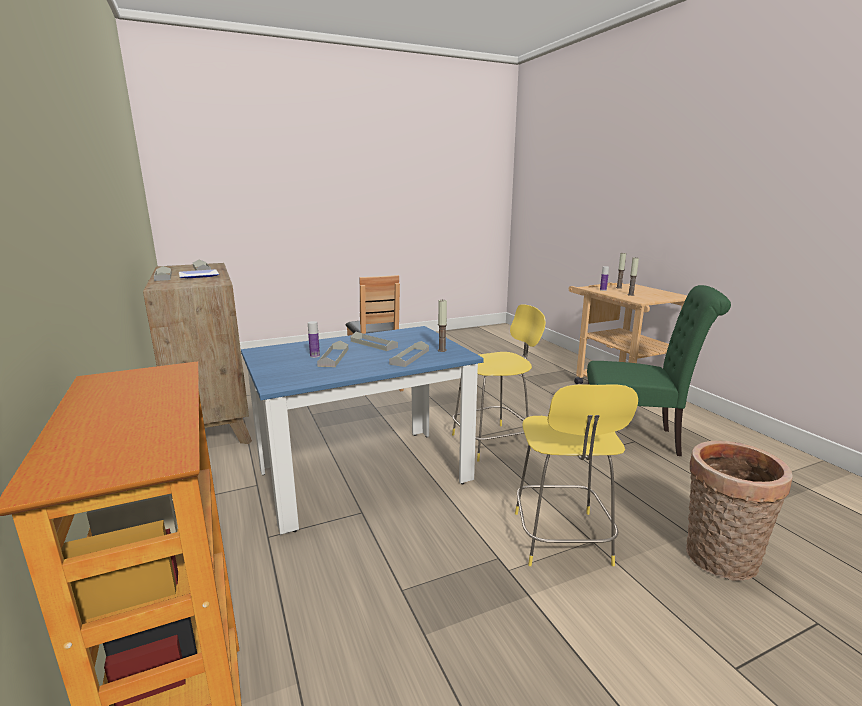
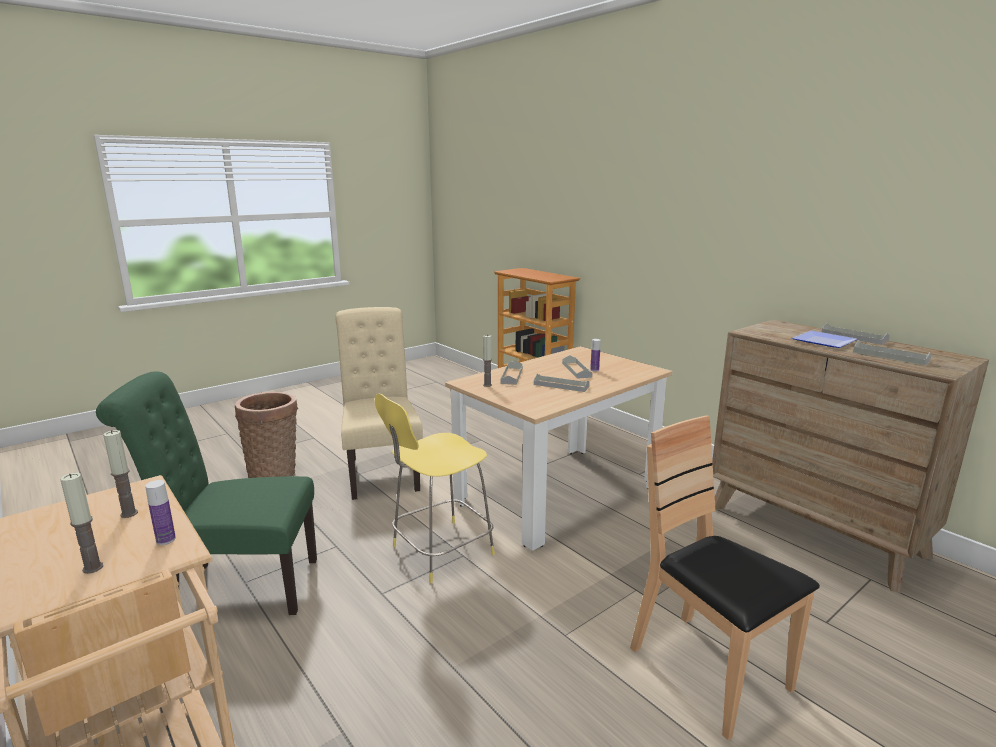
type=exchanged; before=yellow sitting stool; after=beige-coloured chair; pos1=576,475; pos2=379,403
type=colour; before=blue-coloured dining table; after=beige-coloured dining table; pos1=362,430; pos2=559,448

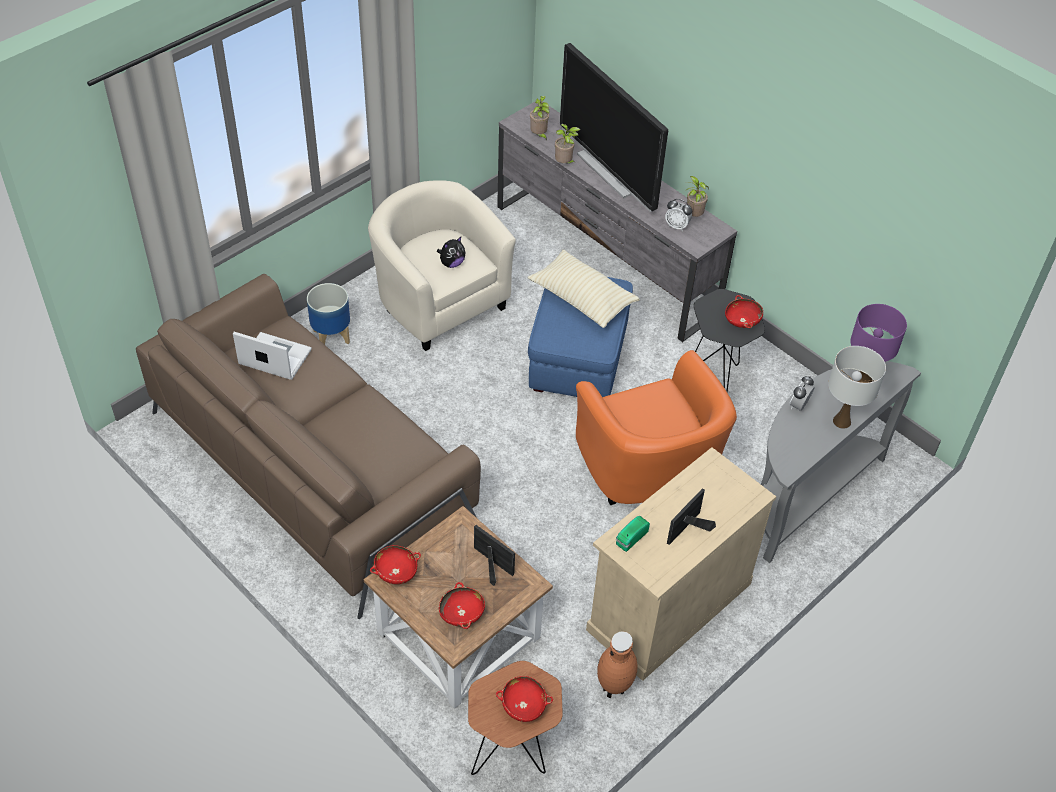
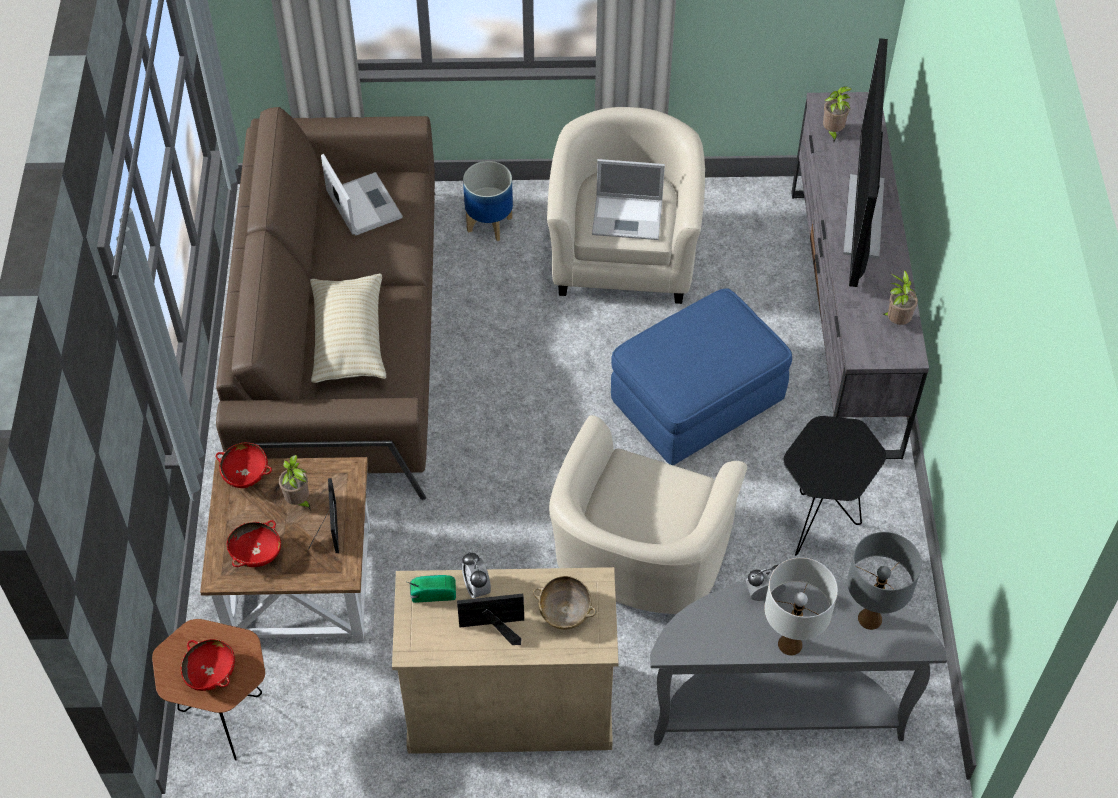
type=relocated; before=houseplant; pos1=567,143; pos2=295,483
type=relocated; before=beige-coloured pillow; pos1=583,289; pos2=348,328
type=relocated; before=alarm clock; pos1=678,215; pos2=476,575
type=appeared; after=beige-coloured bowl; pos2=565,603
type=colour; before=orange easy chair; after=beige-coloured easy chair; pos1=656,427; pos2=648,514
type=exchanged; before=cuddly toy; after=portable computer; pos1=451,252; pos2=628,199
type=colour; before=purple-coloured table lamp; after=greyish table lamp; pos1=878,343; pos2=884,581
type=missing; before=brownish flower vase; pos1=617,665
type=missing; before=reddish bowl; pos1=744,311

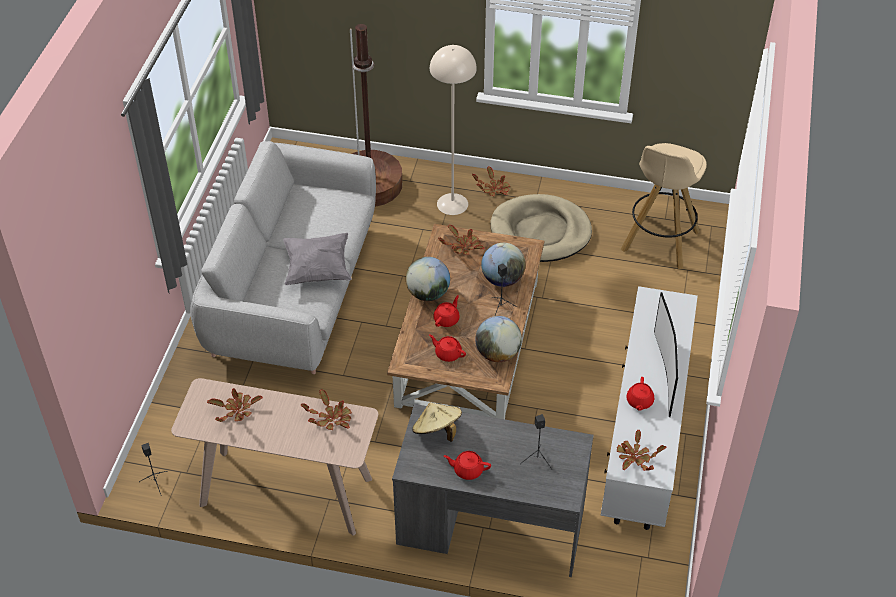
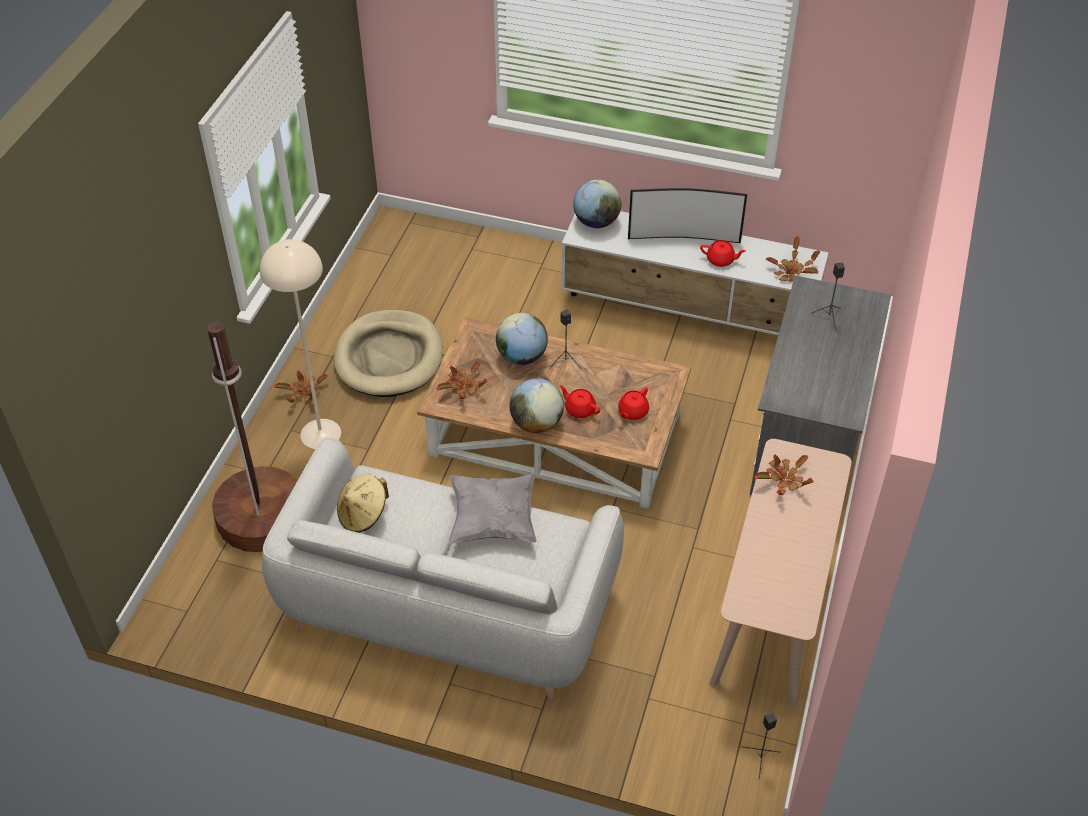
type=relocated; before=beige-coloured wearable hat; pos1=437,422; pos2=363,503
type=relocated; before=desk globe; pos1=498,339; pos2=597,204
type=missing; before=houseplant; pos1=235,405
type=missing; before=reddish teapot; pos1=467,465
type=missing; before=beige-coloured sitting stool; pos1=664,206

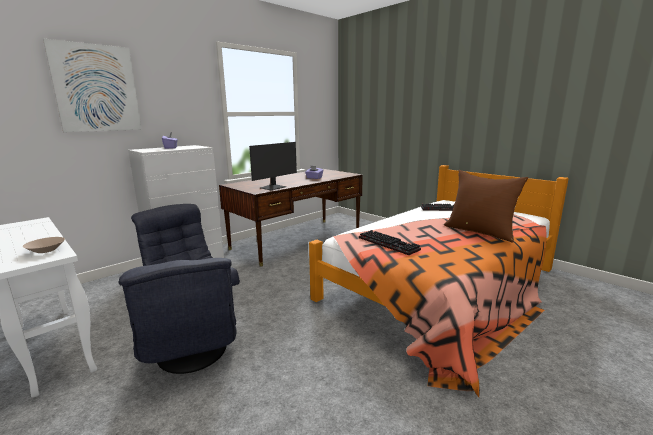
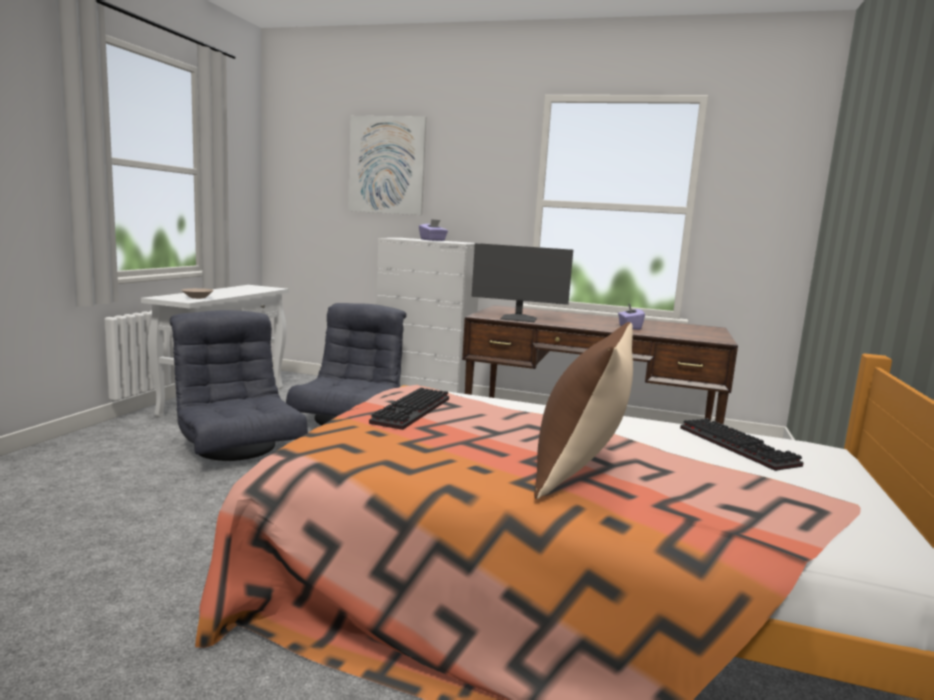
type=spun; before=greyish easy chair; pos1=178,316; pos2=239,385; turn=105

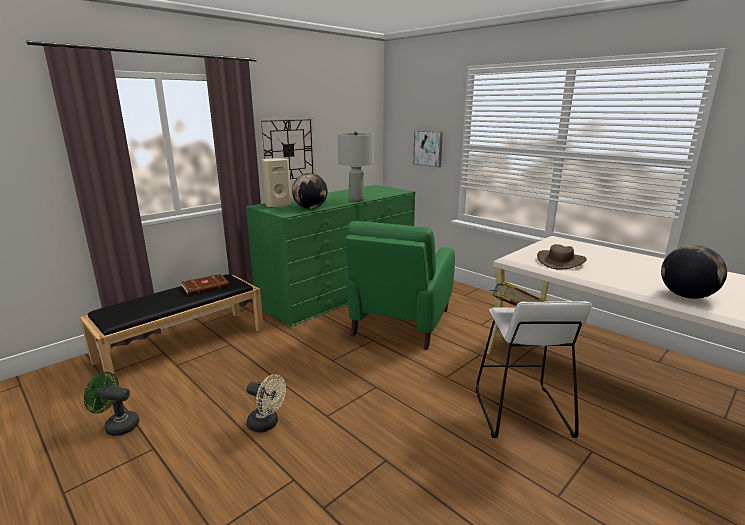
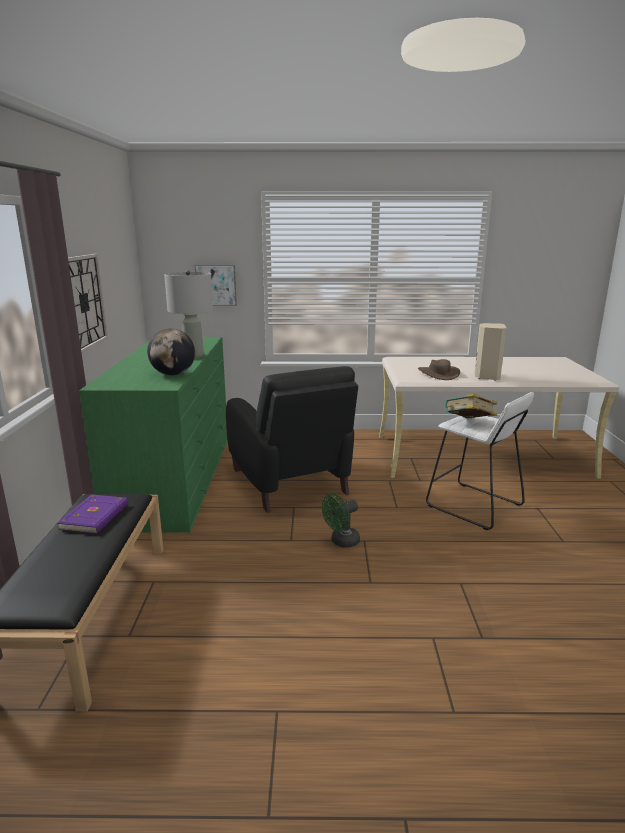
type=colour; before=brownish volume; after=purple-coloured volume; pos1=205,284; pos2=92,514
type=colour; before=greenish easy chair; after=blackish easy chair; pos1=400,285; pos2=292,439
type=relocated; before=greenish electric fan; pos1=112,404; pos2=341,521
type=relocated; before=beige-coloured audio speaker; pos1=276,183; pos2=490,352
type=missing; before=beige-coloured electric fan; pos1=266,403
type=missing; before=desk globe; pos1=694,272

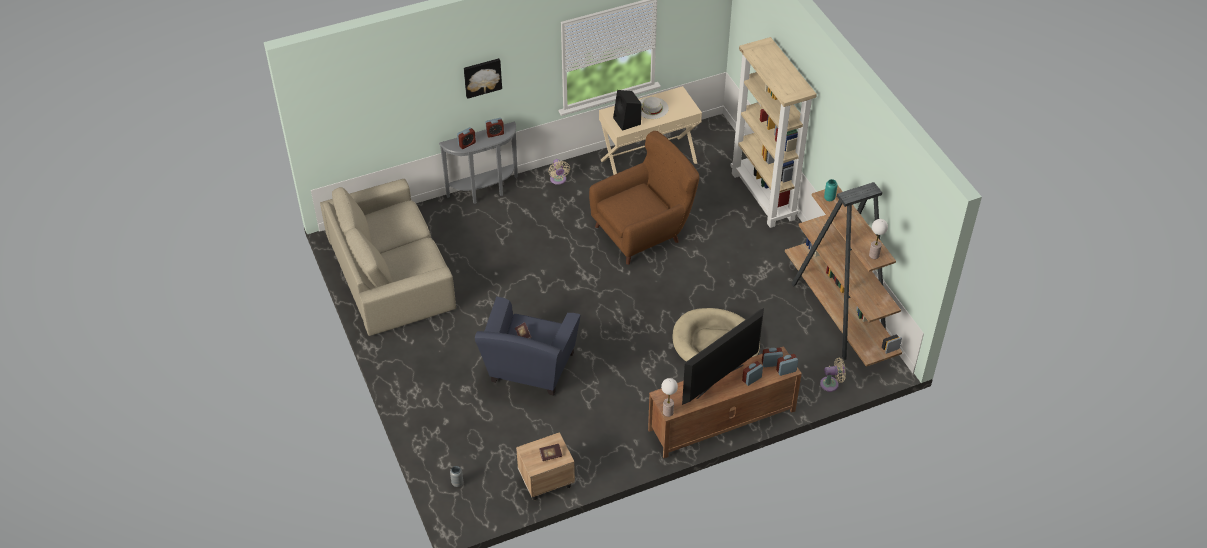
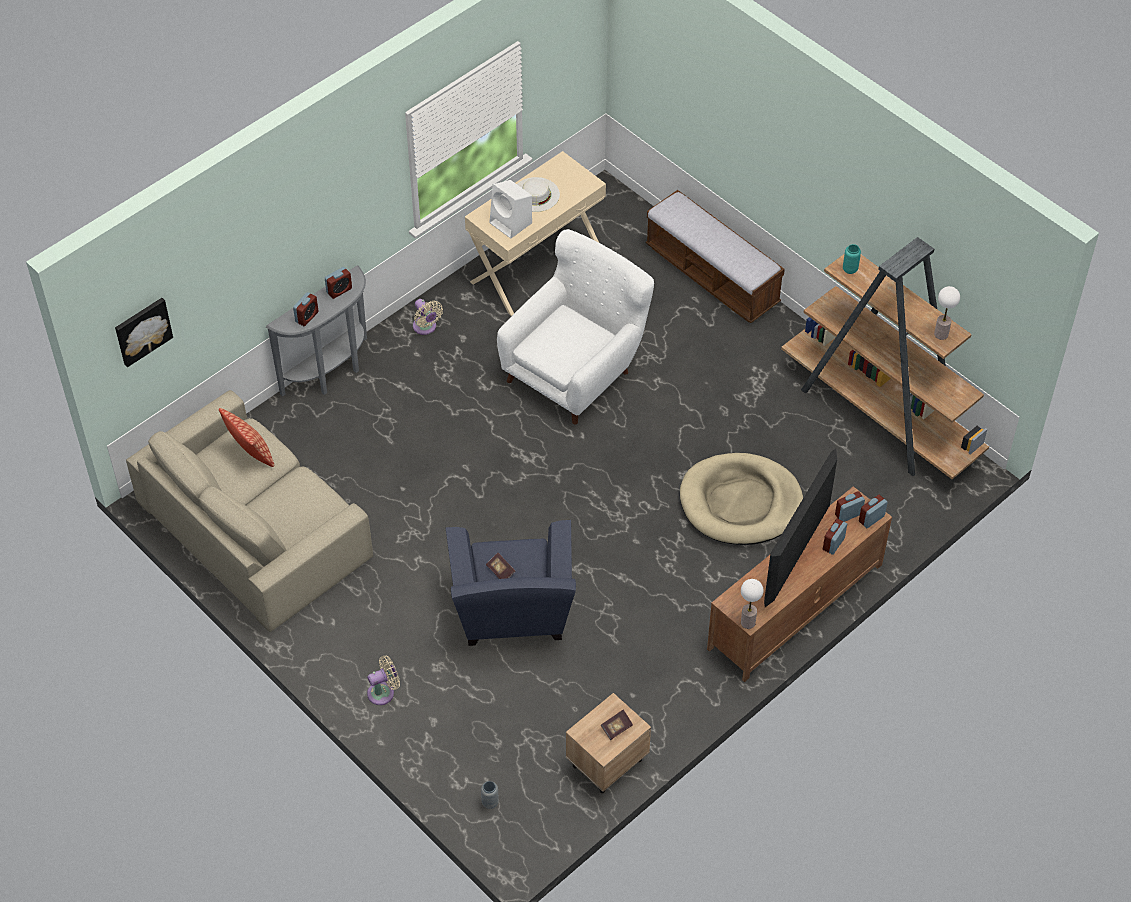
type=relocated; before=wall art; pos1=483,78; pos2=144,332
type=appeared; after=pillow; pos2=246,437
type=relocated; before=beige-coloured electric fan; pos1=833,375; pos2=383,680
type=colour; before=blackish audio speaker; after=white audio speaker; pos1=627,110; pos2=510,209
type=colour; before=brownish easy chair; after=white easy chair; pos1=644,198; pos2=575,327
type=exchanged; before=beige-coloured bookcase; after=long seat; pos1=774,132; pos2=715,256

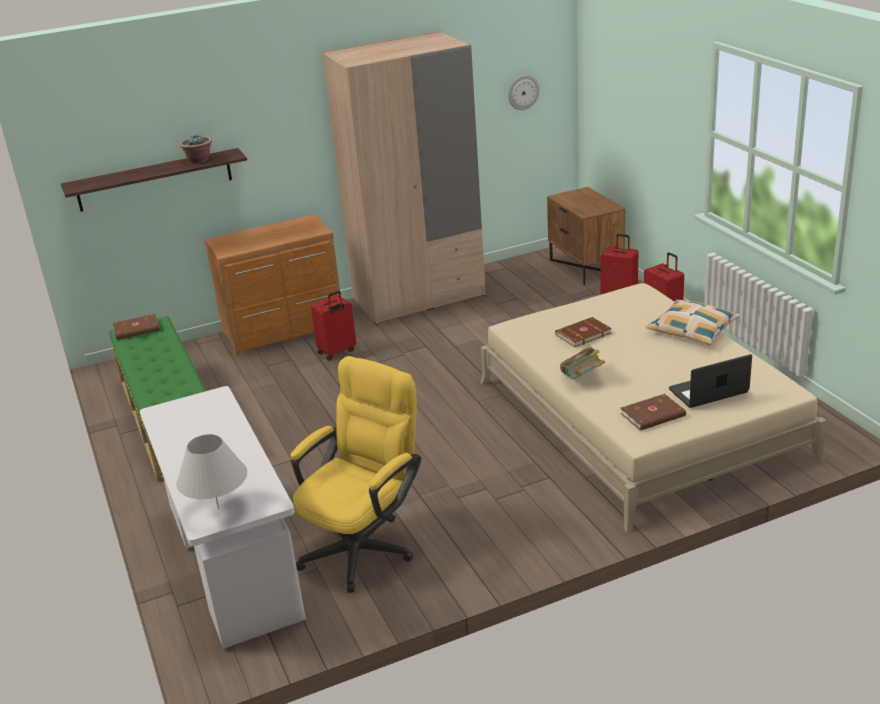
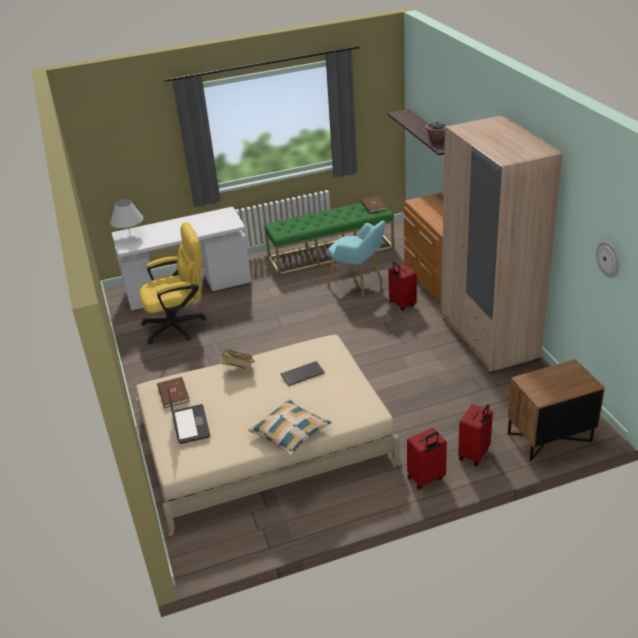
type=spun; before=yellow office chair; pos1=356,474; pos2=172,283; turn=-60
type=exchanged; before=brownish volume; after=keyboard; pos1=583,332; pos2=303,373
type=appeared; after=turquoise easy chair; pos2=356,258

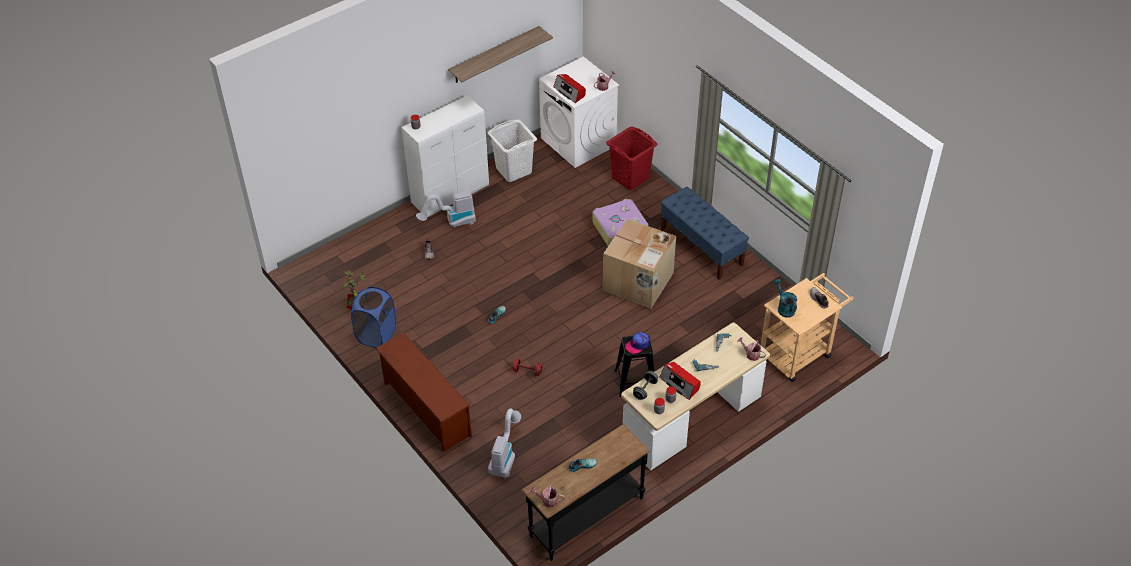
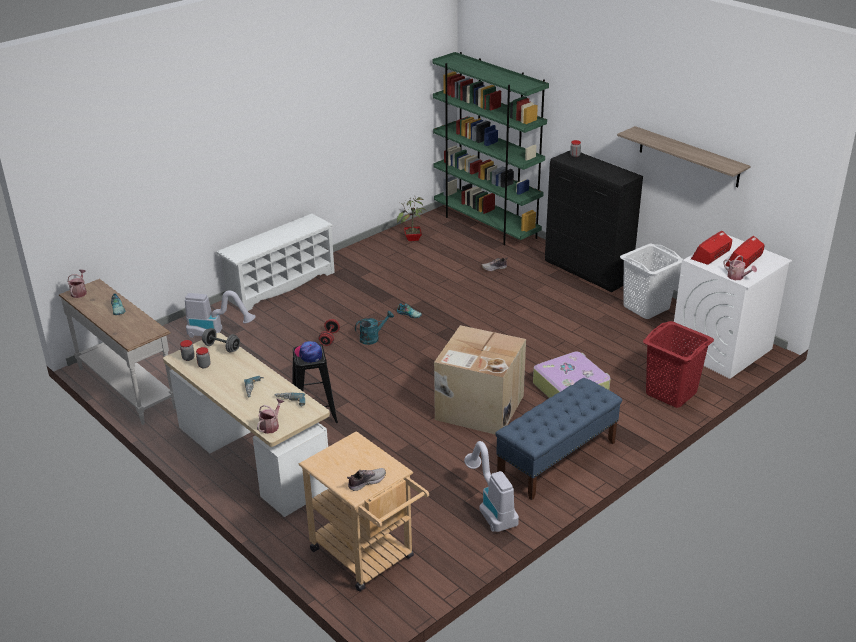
type=colour; before=blackish hall table; after=white hall table; pos1=585,492; pos2=117,352
type=colour; before=brownish shoe shelf; after=white shoe shelf; pos1=423,392; pos2=275,262
type=relocated; before=turquoise sprinkling can; pos1=785,298; pos2=374,328
type=appeared; after=greenish bookcase; pos2=490,148
type=relocated; before=vacuum cleaner; pos1=446,208; pos2=491,486
type=colour; before=white cabinet; after=blackish cabinet; pos1=445,156; pos2=594,221
type=relocated; before=radio set; pos1=680,381; pos2=745,253
type=missing; before=blue-coloured laundry basket; pos1=373,317

